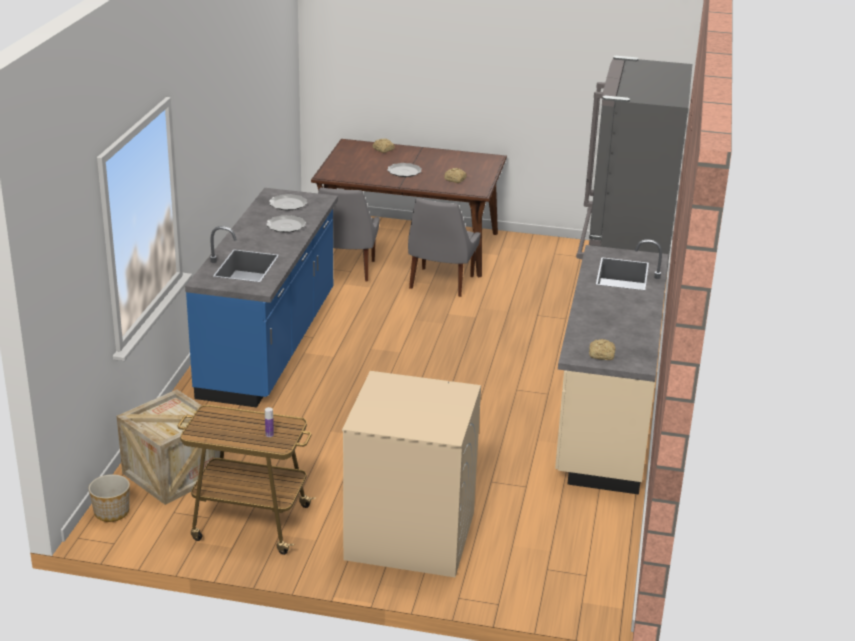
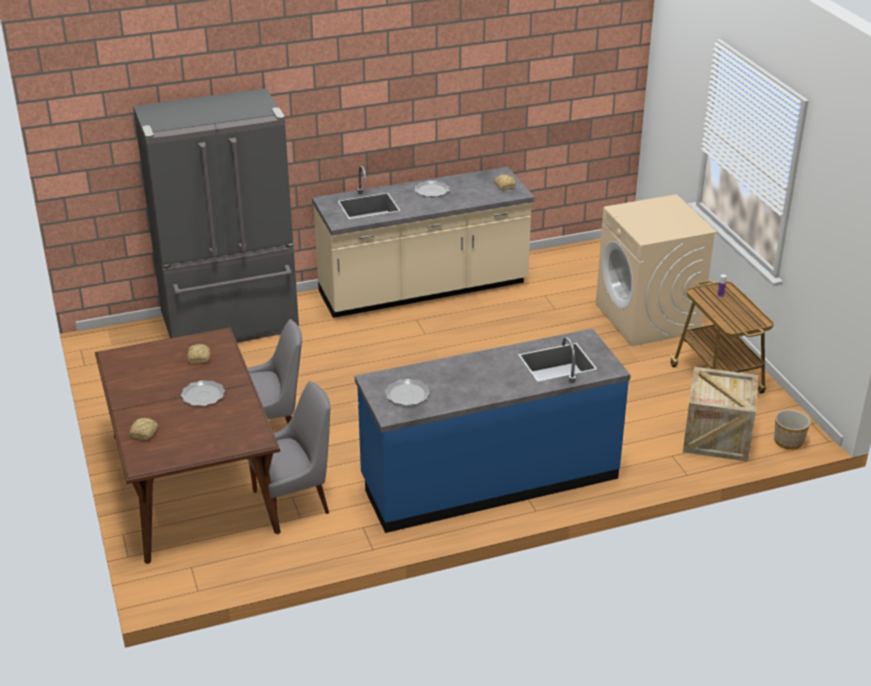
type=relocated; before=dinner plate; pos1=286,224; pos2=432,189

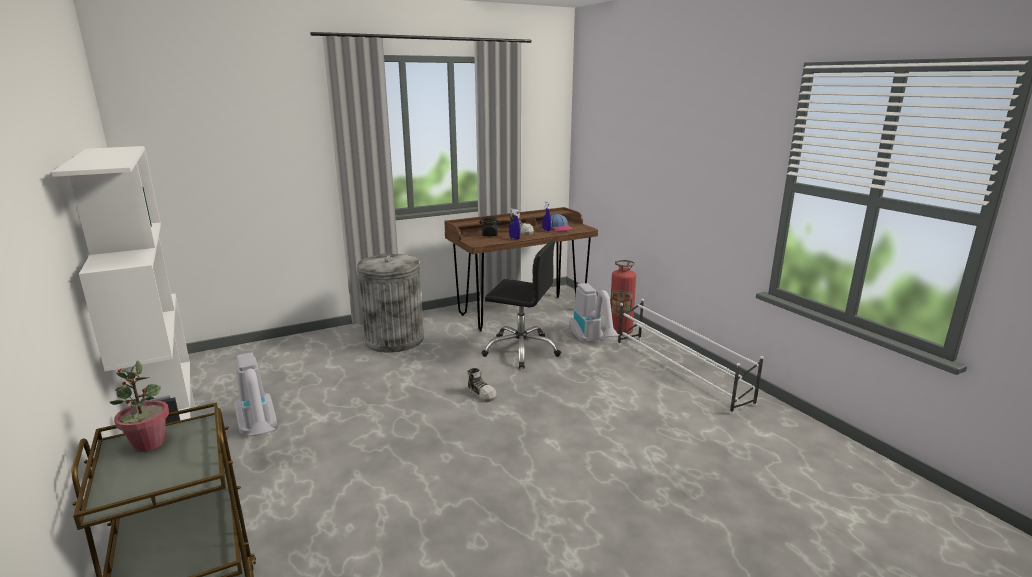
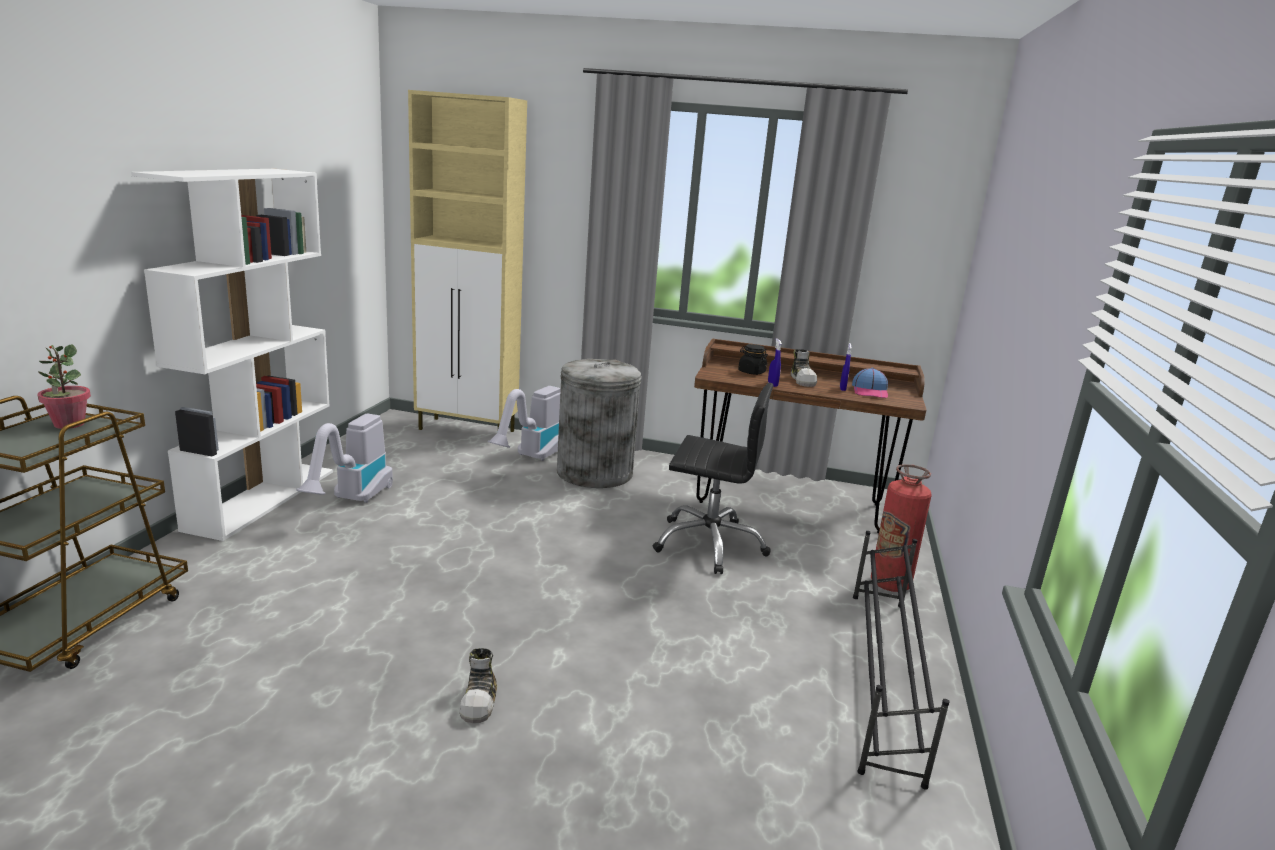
type=appeared; after=beige-coloured cabinet; pos2=467,261
type=relocated; before=low shoe; pos1=482,385; pos2=478,685
type=relocated; before=vacuum cleaner; pos1=594,313; pos2=524,423
type=spun; before=blackish office chair; pos1=521,304; pos2=713,478; turn=-45
type=colour; before=white shoe shelf; after=blackish shoe shelf; pos1=691,357; pos2=901,660

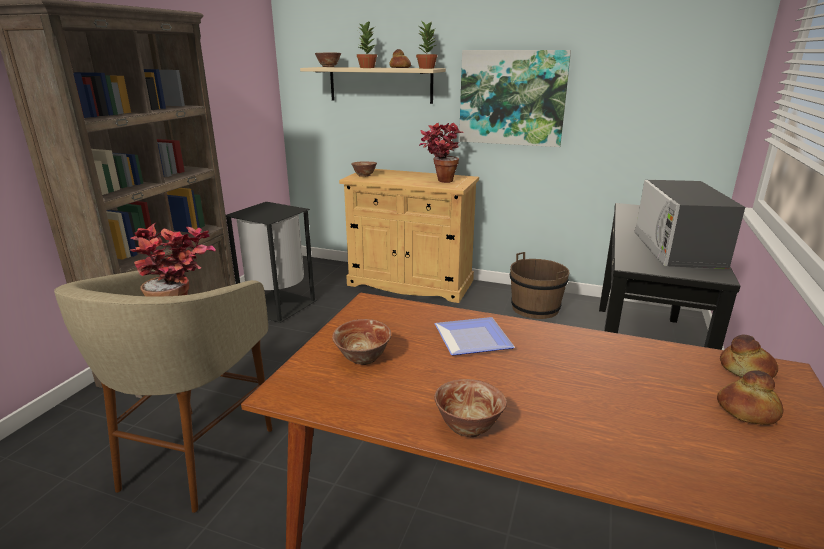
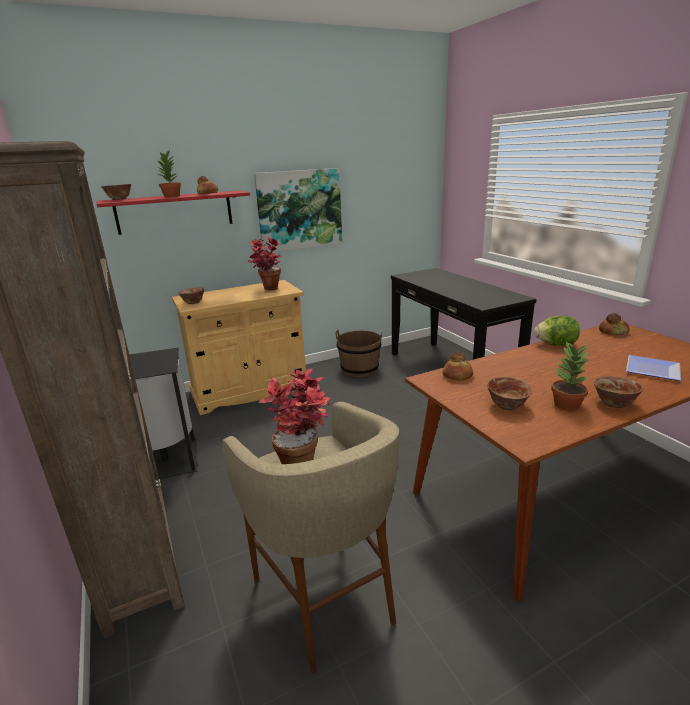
type=colour; before=beige-coloured wall shelf; after=reddish wall shelf; pos1=373,85; pos2=173,212
type=relocated; before=bread; pos1=750,397; pos2=457,366
type=appeared; after=lettuce head; pos2=557,331
type=relocated; before=houseplant; pos1=427,45; pos2=571,376
type=relocated; before=dinner plate; pos1=474,336; pos2=653,368
type=missing; before=microwave oven; pos1=689,224

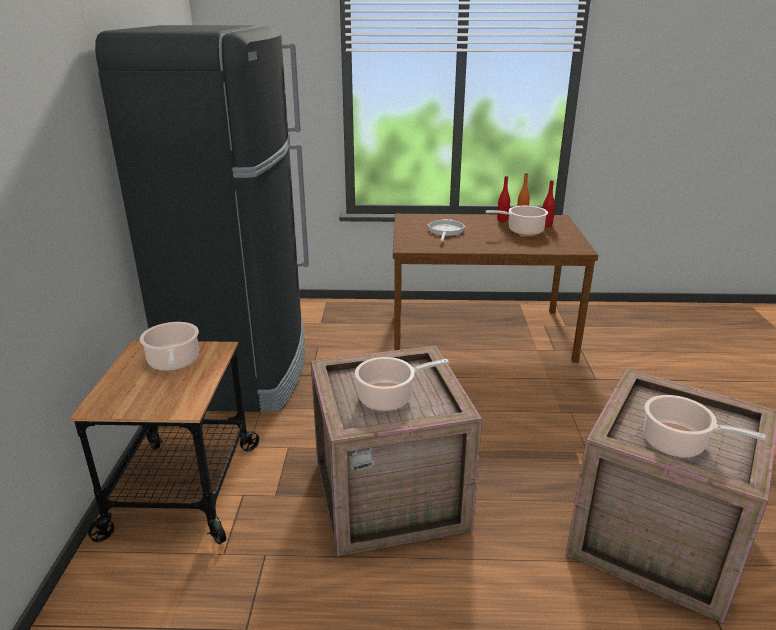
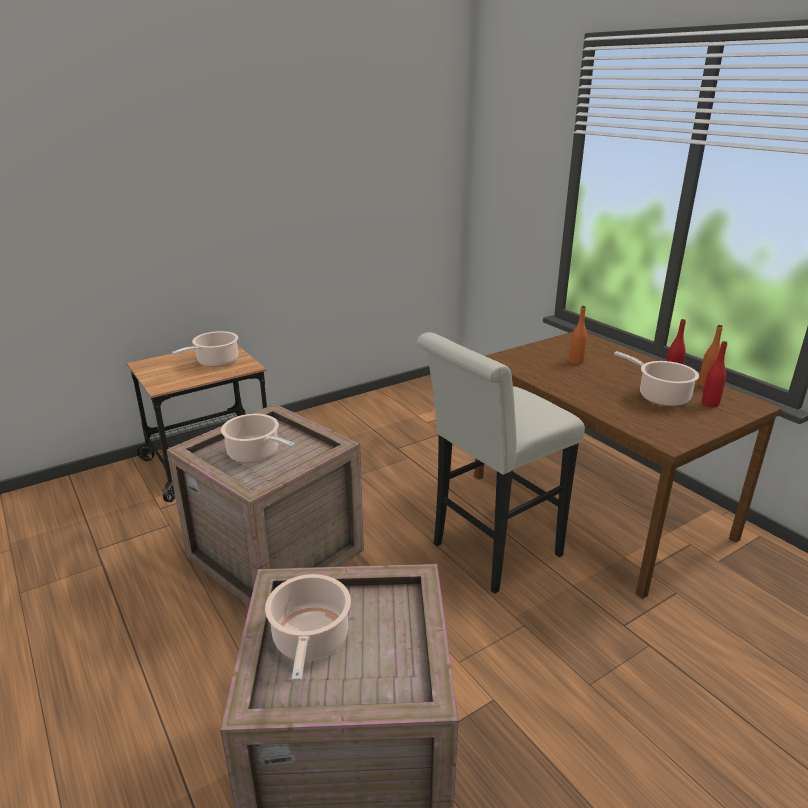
type=appeared; after=white sitting stool; pos2=501,463
type=exchanged; before=skillet; after=orange bottle; pos1=446,230; pos2=578,335
type=missing; before=blackish kitchen fridge; pos1=202,218

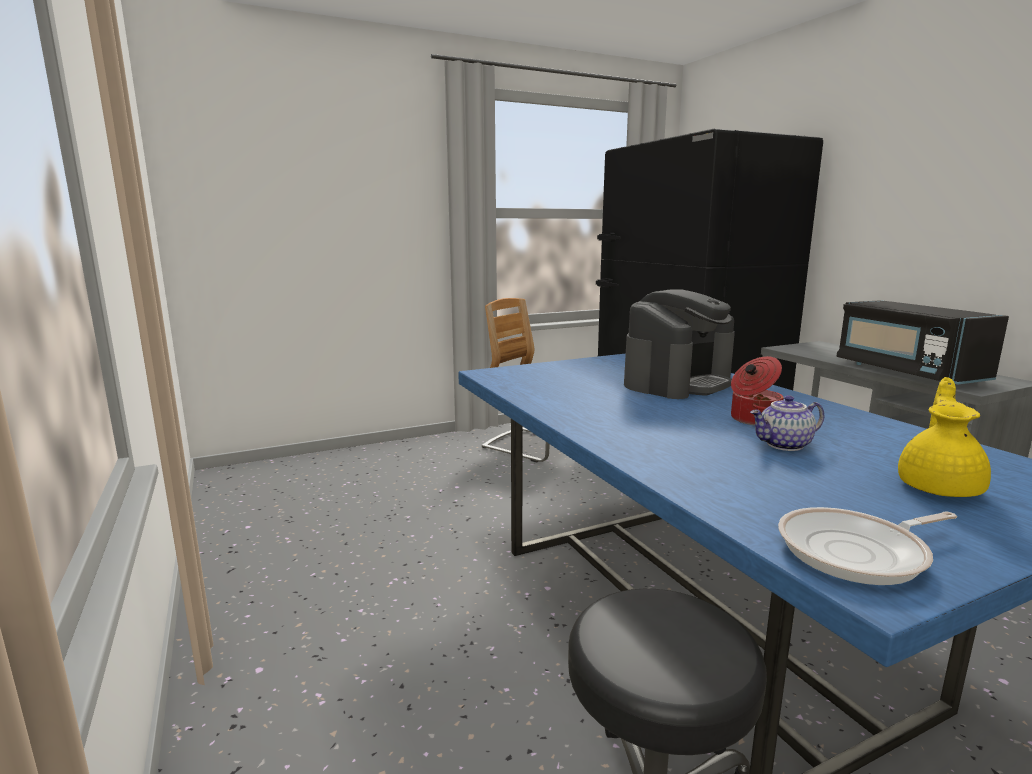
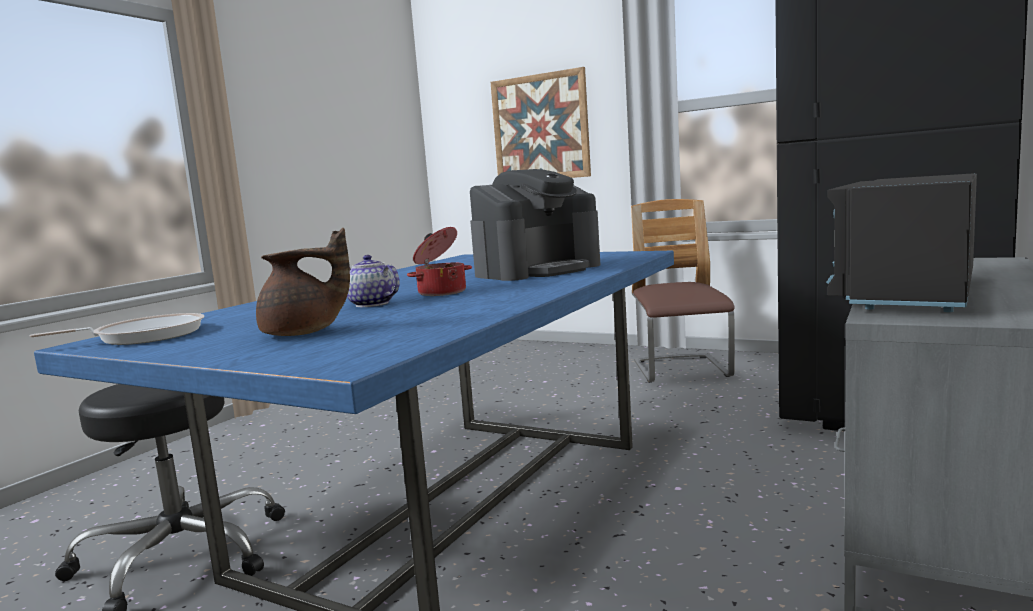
type=spun; before=skillet; pos1=867,546; pos2=117,329; turn=120
type=colour; before=yellow teapot; after=brownish teapot; pos1=944,437; pos2=303,282
type=spun; before=coffee maker; pos1=679,344; pos2=535,225; turn=-45
type=appeared; after=wall art; pos2=541,122

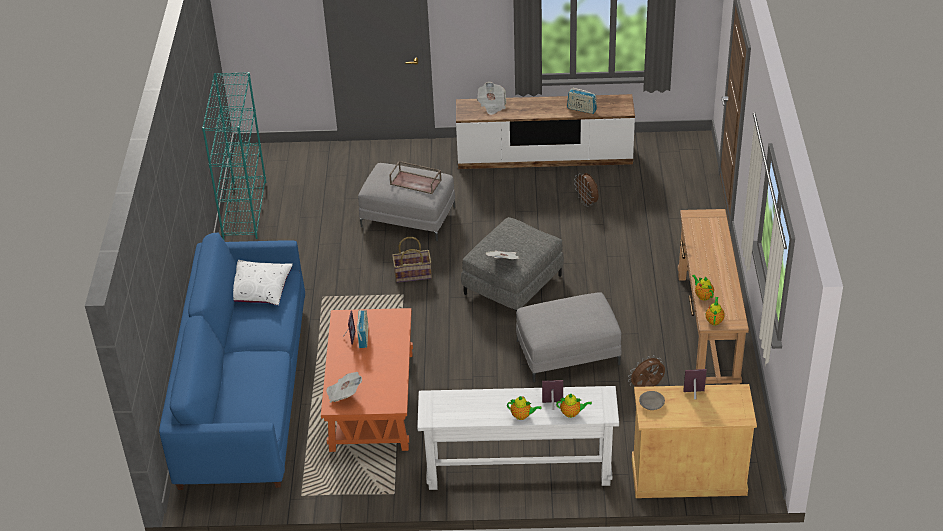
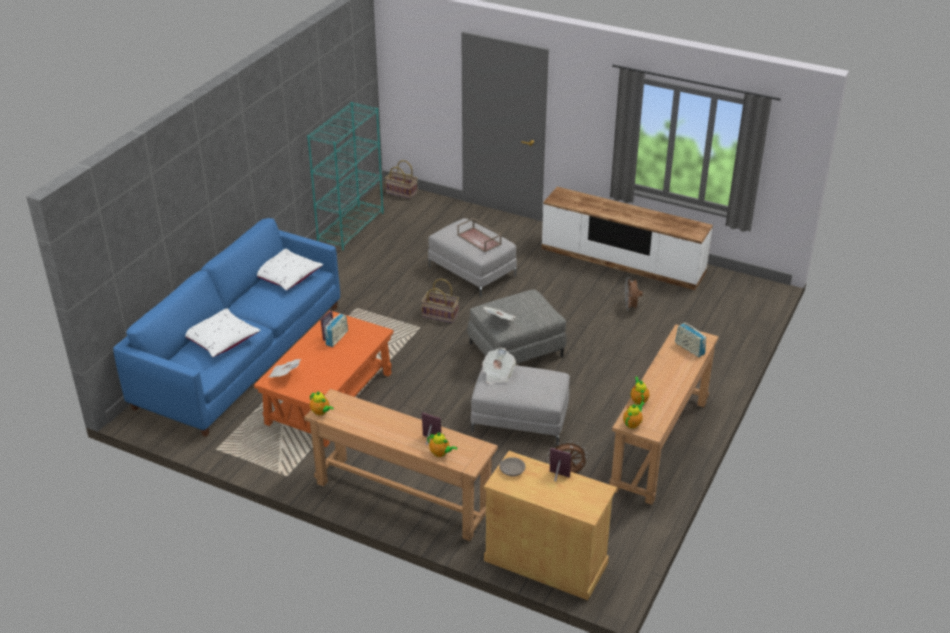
type=appeared; after=white pillow; pos2=223,332
type=colour; before=white hall table; after=brownish hall table; pos1=518,438; pos2=401,465
type=relocated; before=teapot; pos1=524,408; pos2=322,403
type=appeared; after=storage basket; pos2=401,179
type=relocated; before=newspaper; pos1=491,98; pos2=499,366
type=relocated; before=radio set; pos1=582,100; pos2=690,339

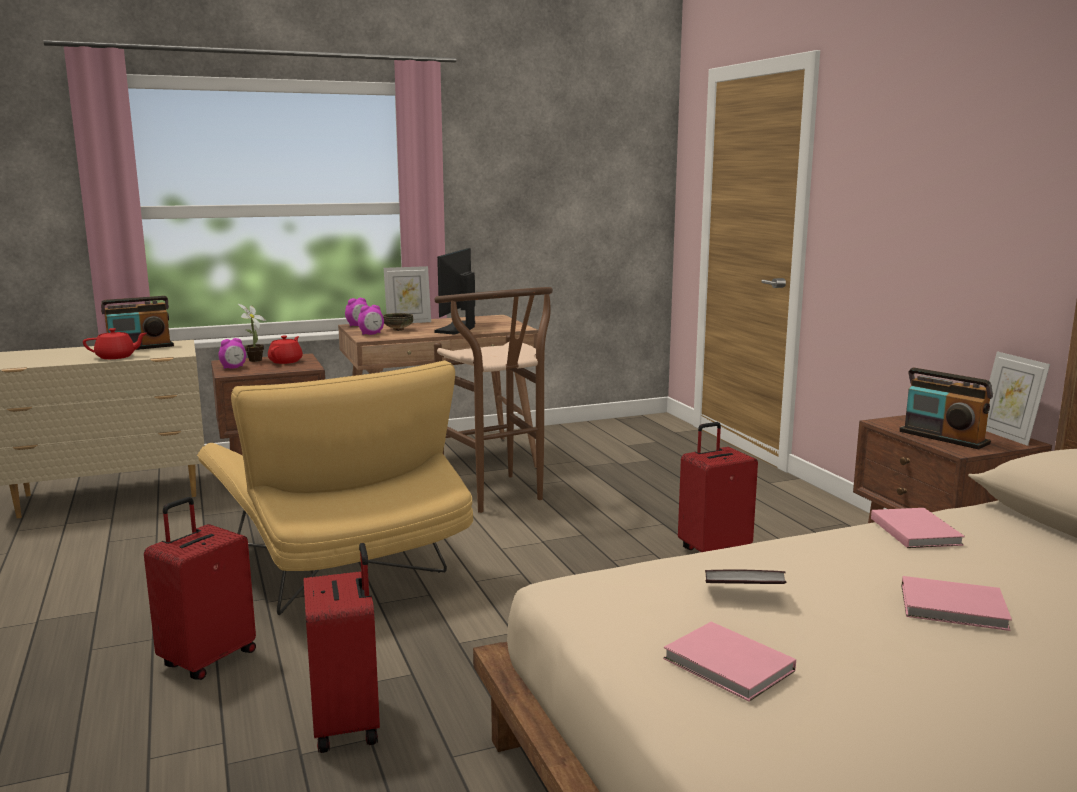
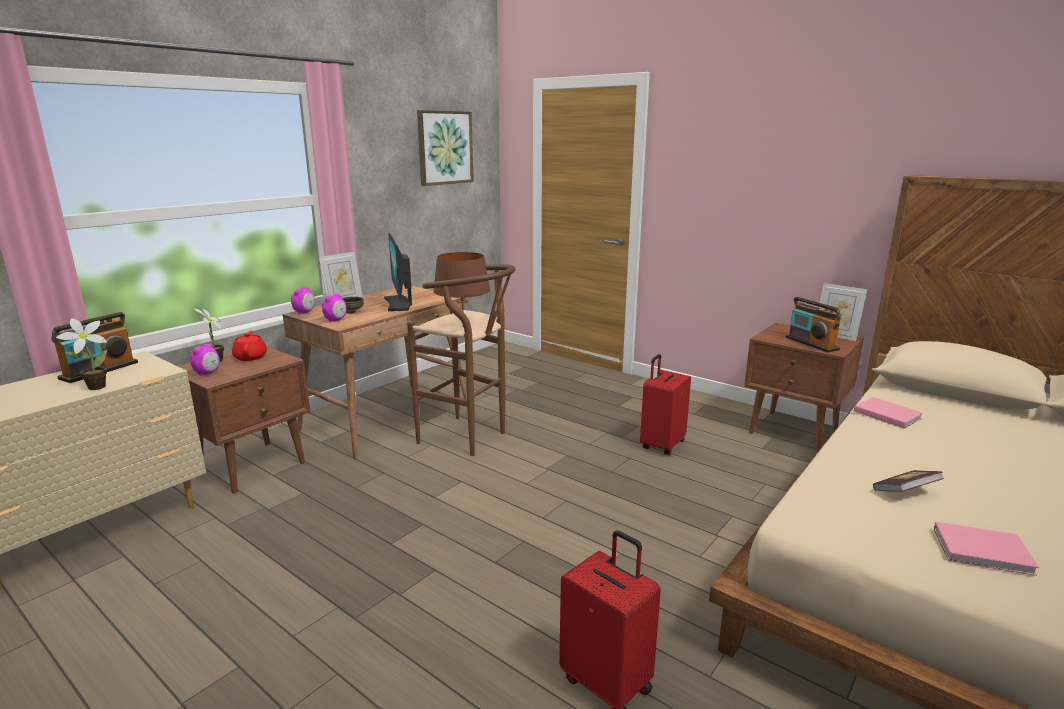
type=exchanged; before=reddish teapot; after=houseplant; pos1=115,343; pos2=81,354
type=appeared; after=wall art; pos2=445,148
type=appeared; after=brownish table lamp; pos2=461,289
type=spun; before=radio set; pos1=946,408; pos2=814,324; turn=45
type=missing; before=reddish suitcase; pos1=200,588
type=missing; before=yellow easy chair; pos1=335,487
type=missing; before=pink volume; pos1=957,603

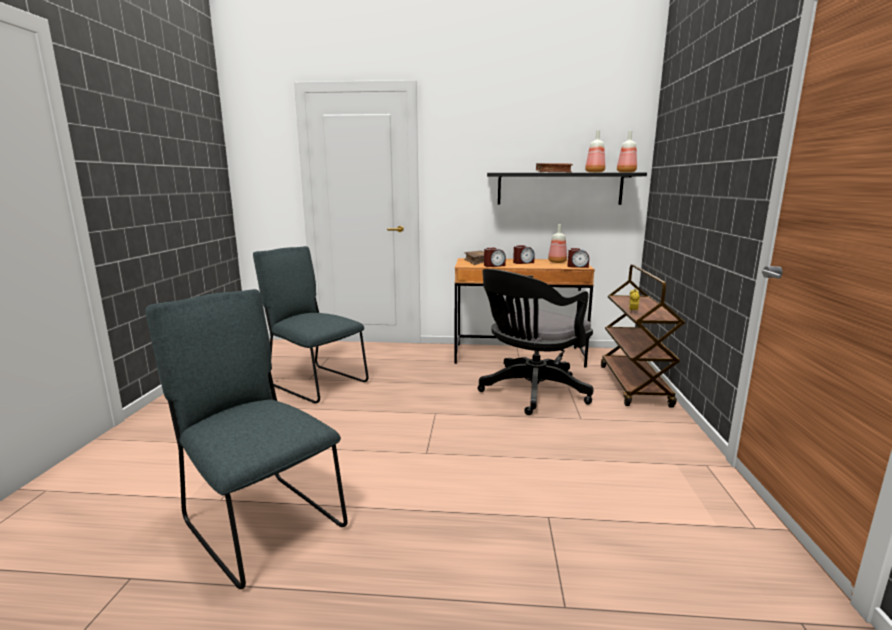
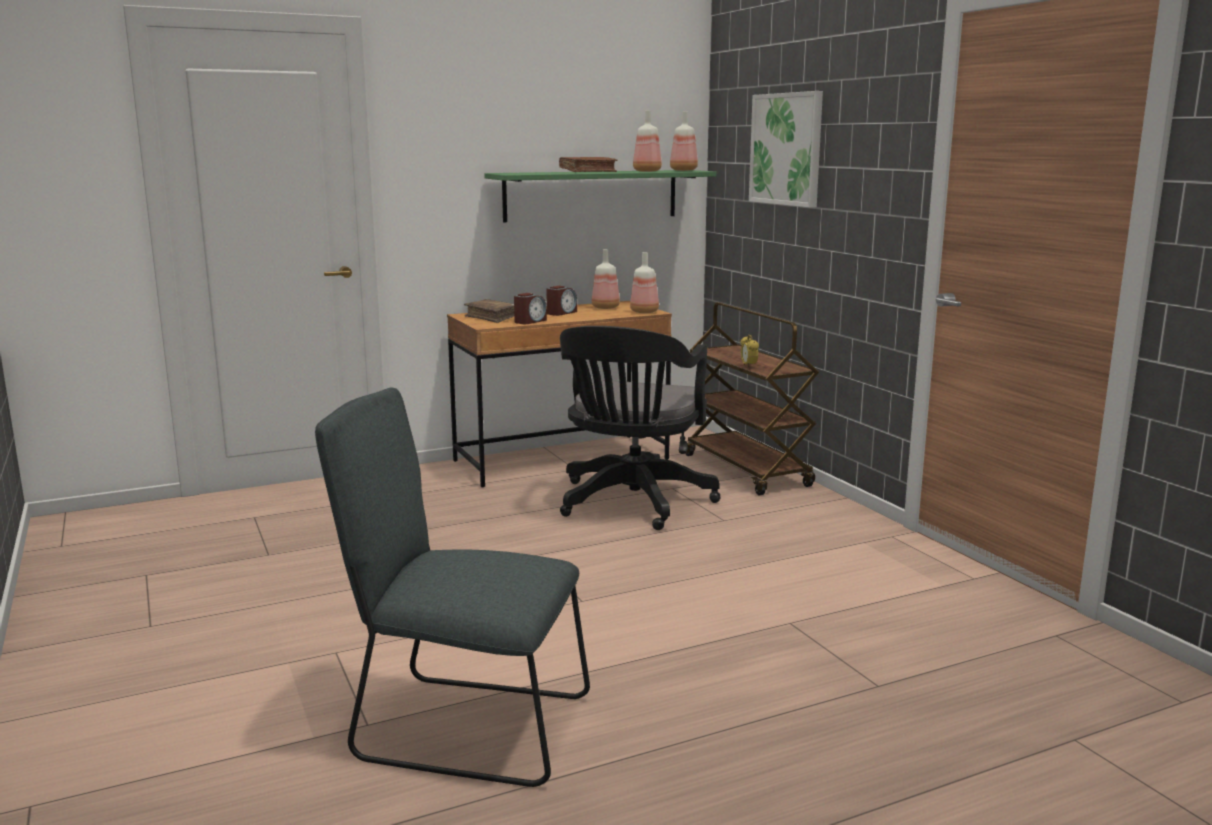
type=colour; before=blackish wall shelf; after=greenish wall shelf; pos1=567,189; pos2=600,196
type=exchanged; before=alarm clock; after=bottle; pos1=578,258; pos2=644,282
type=appeared; after=wall art; pos2=786,149
type=missing; before=greyish chair; pos1=311,325

